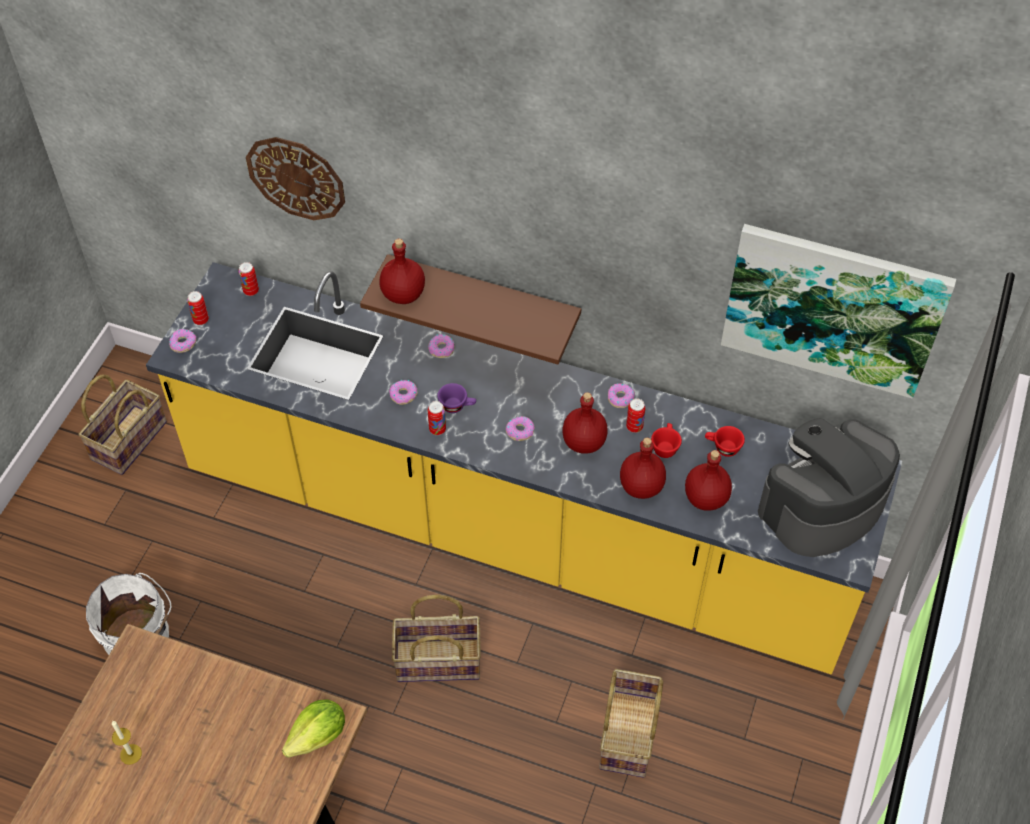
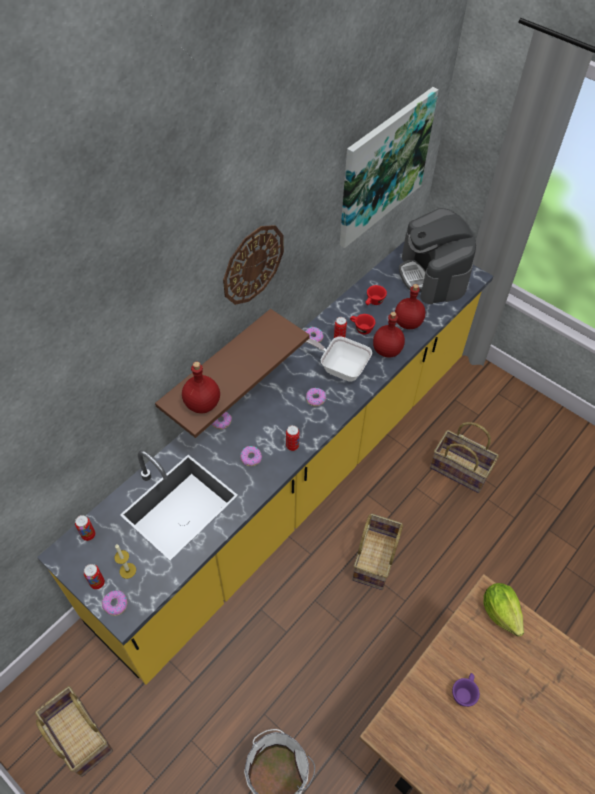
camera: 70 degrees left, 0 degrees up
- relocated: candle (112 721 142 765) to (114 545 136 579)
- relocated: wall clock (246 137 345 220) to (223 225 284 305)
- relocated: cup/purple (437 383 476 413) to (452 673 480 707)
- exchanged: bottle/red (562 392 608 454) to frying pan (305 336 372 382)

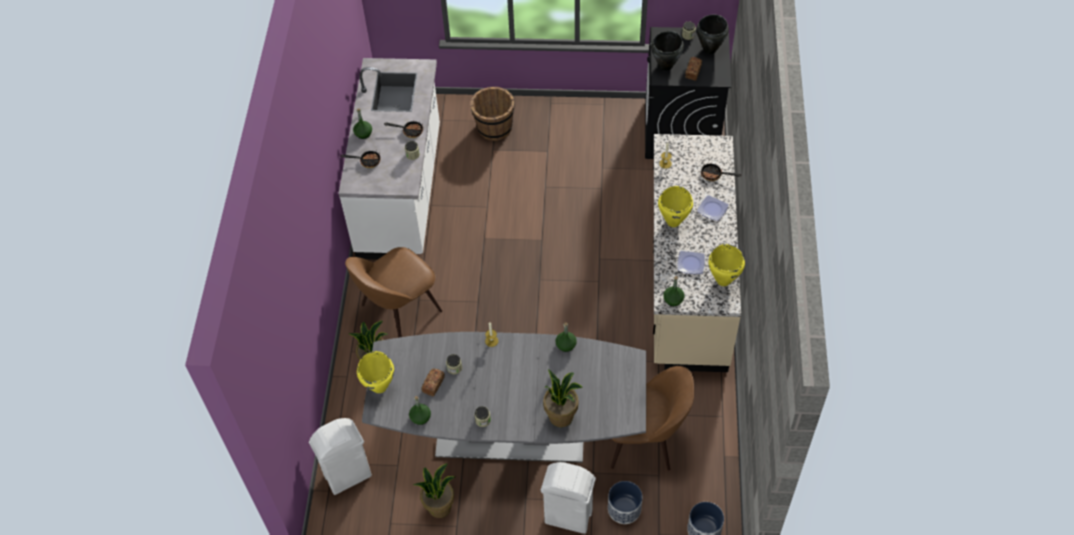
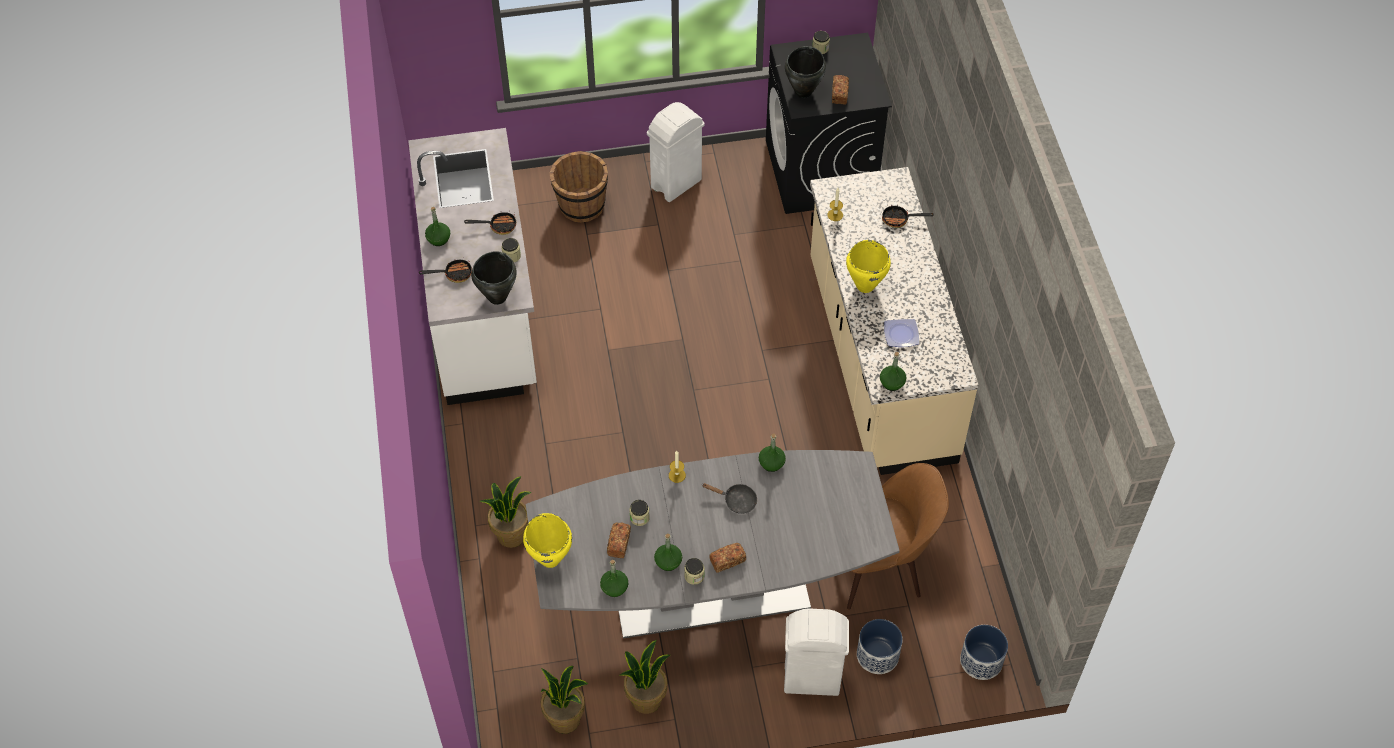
camera: 15 degrees left, 0 degrees up
- relocated: trash can/white (309 418 372 495) to (647 102 705 202)
- missing: chair/brown (345 247 442 338)
- relocated: potted plant (543 369 583 427) to (540 666 588 734)
- relocated: cooking pot/black (696 14 729 54) to (471 251 517 305)
- missing: plate (697 195 729 221)
- missing: cooking pot/yellow (708 244 745 286)
- appeared: bottle/green (654 534 682 571)
- appeared: frying pan/black (703 483 757 514)
- appeared: bread (709 543 746 573)

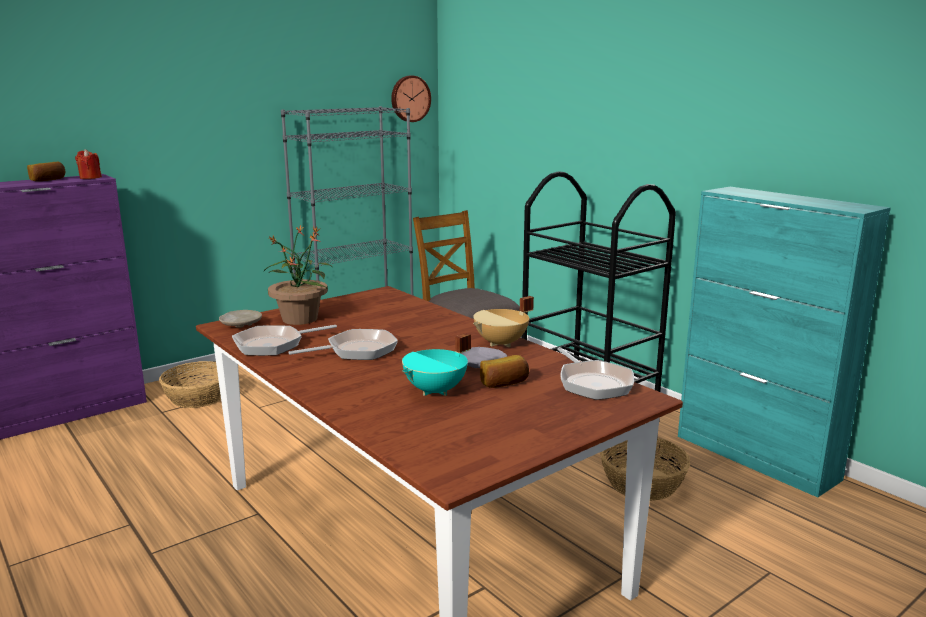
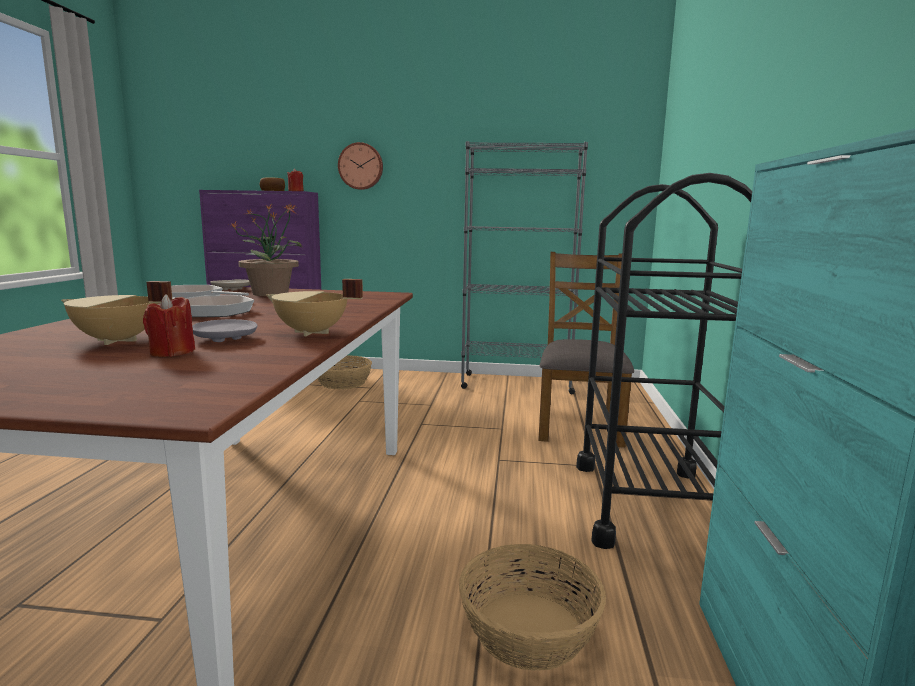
camera: 45 degrees right, 5 degrees down
- relocated: wall clock (391 76 431 122) to (338 142 383 190)
- colour: cooking pot/turquoise (402 333 471 396) to cooking pot/beige (61 281 172 345)
- exchanged: bread (480 355 529 388) to candle/red (143 294 195 357)
- missing: frying pan (557 347 634 400)

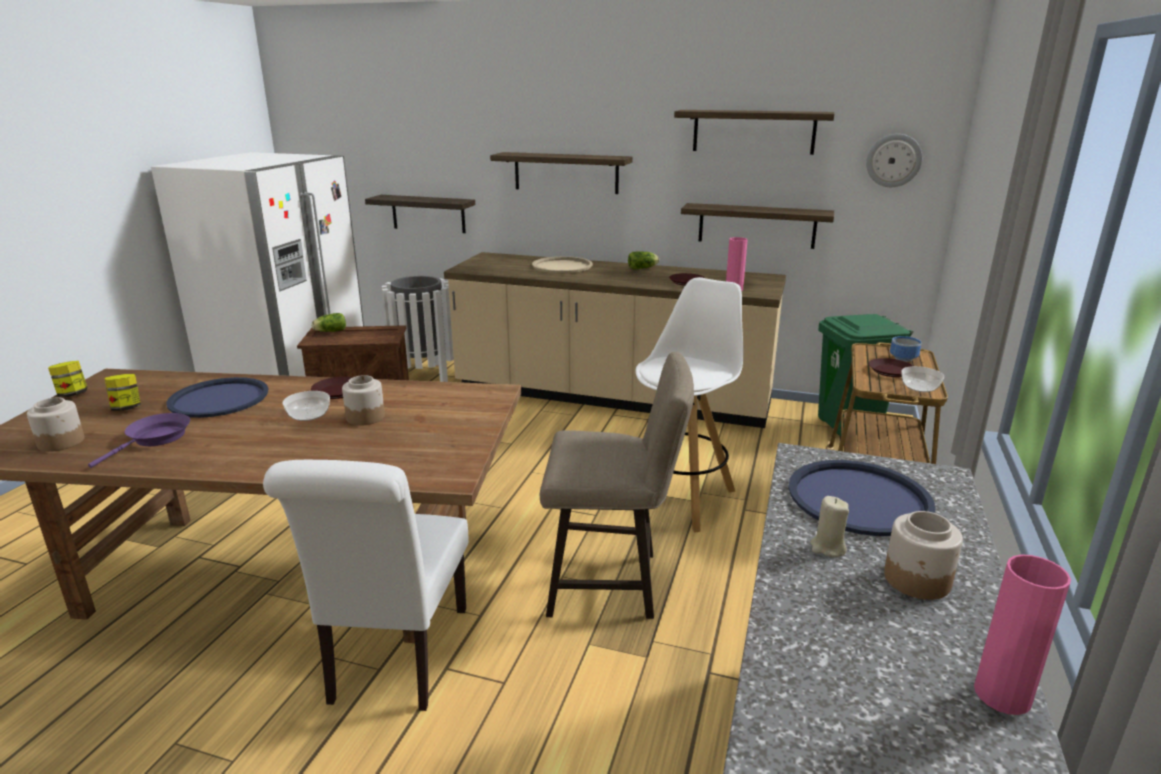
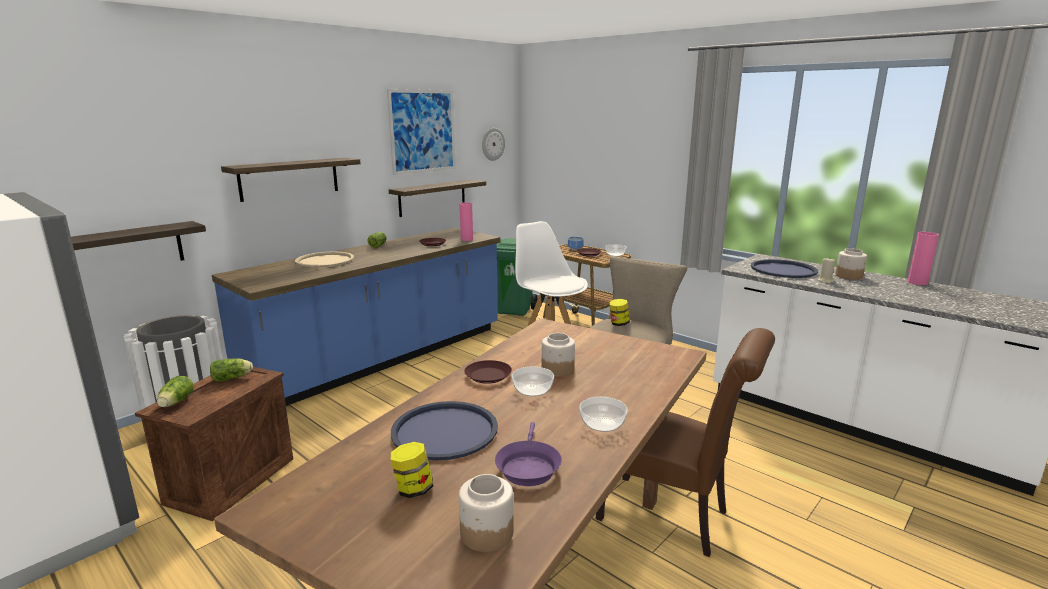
camera: 65 degrees left, 5 degrees down
- relocated: jar (48 361 88 397) to (609 299 630 326)
- spun: frying pan/purple (88 413 190 468) = (495 422 562 486) 135 degrees counterclockwise
- colour: chair/white (263 460 469 711) to chair/brown (596 328 775 557)
- colour: counter/beige (444 252 786 428) to counter/blue (212 228 500 406)
- exchanged: shelf (674 110 835 155) to picture (387 89 456 175)
- appeared: lettuce (210 358 253 382)
- appeared: bowl (579 397 628 432)

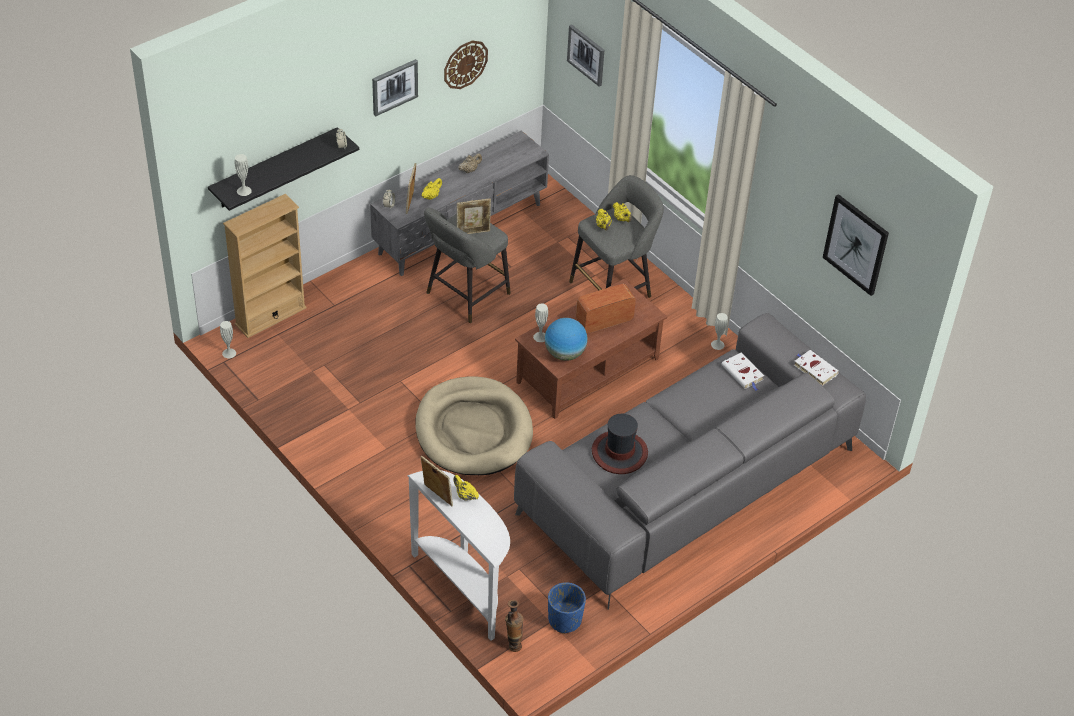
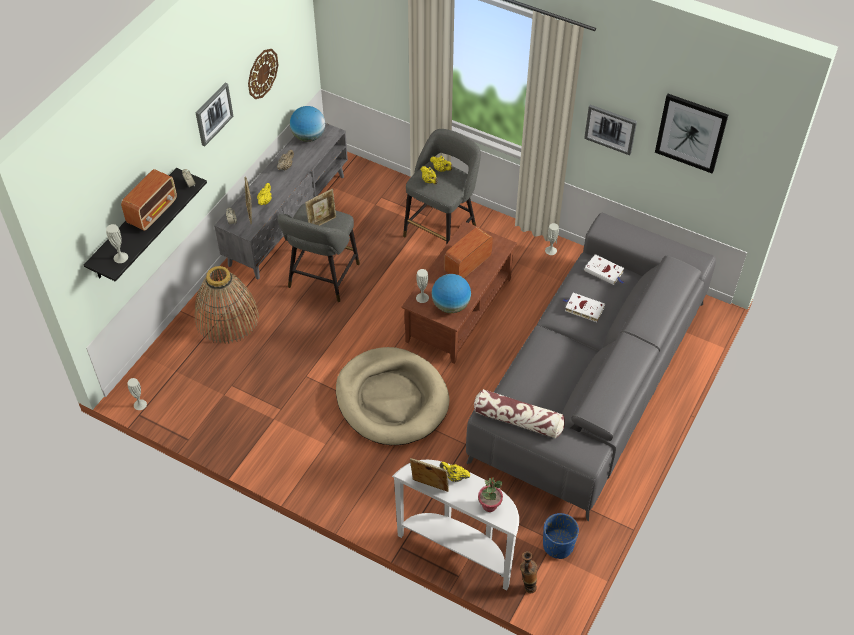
camera: 20 degrees left, 5 degrees up
- missing: bookcase/beige (223 194 307 338)
- relocated: picture (567 24 604 87) to (584 105 637 155)
- missing: hat (592 414 648 474)
- relocated: book/white (794 350 839 386) to (563 293 605 322)
- appeared: radio (121 169 177 230)
- appeared: basket (195 266 259 344)
- appeared: globe (290 106 325 142)
- appeared: pillow (474 389 565 438)
- appeared: potted plant (478 477 503 512)

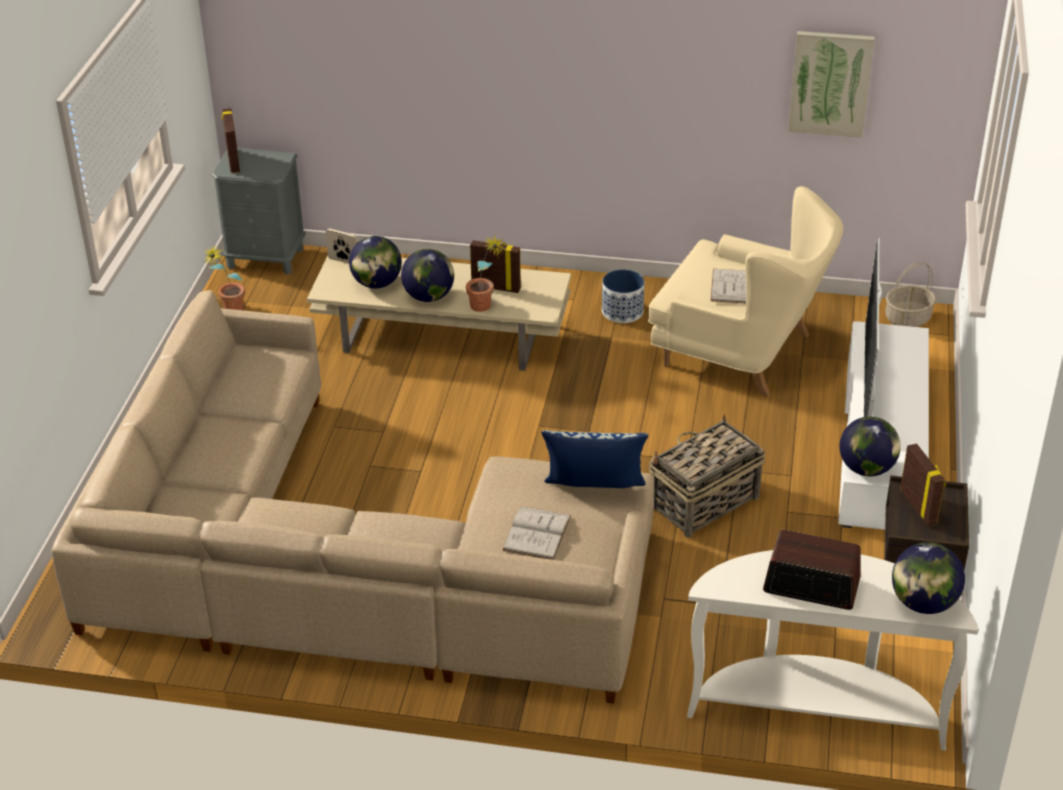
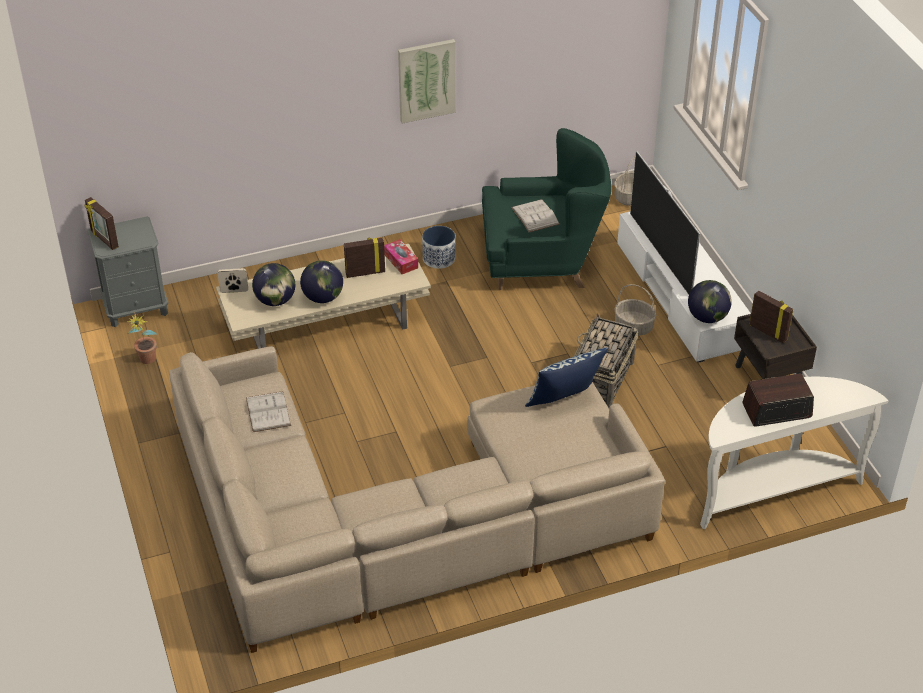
camera: 30 degrees left, 5 degrees up
- missing: potted plant (466 235 506 312)
- relocated: book/white (502 506 571 560) to (246 391 291 432)
- colour: armchair/beige (648 186 843 397) to armchair/green (482 128 611 290)
- relocated: picture (788 31 875 138) to (398 39 456 124)
- missing: globe (892 542 965 614)
- appeared: tissue box (384 239 418 274)
- appeared: basket (614 284 656 336)

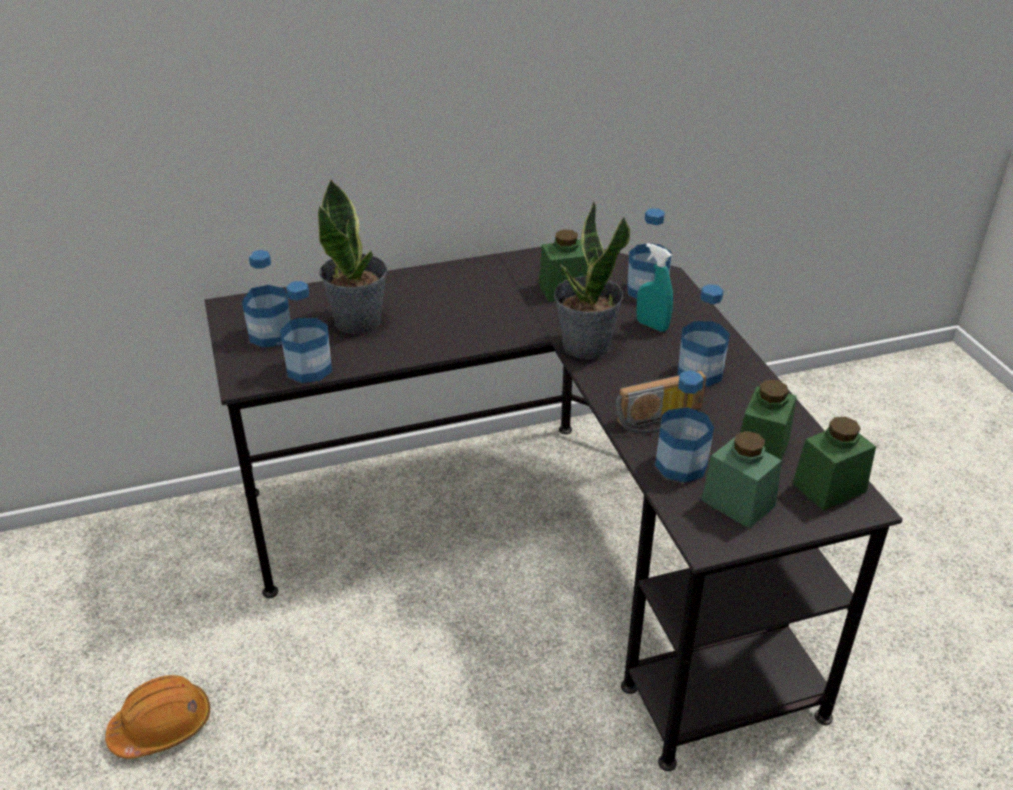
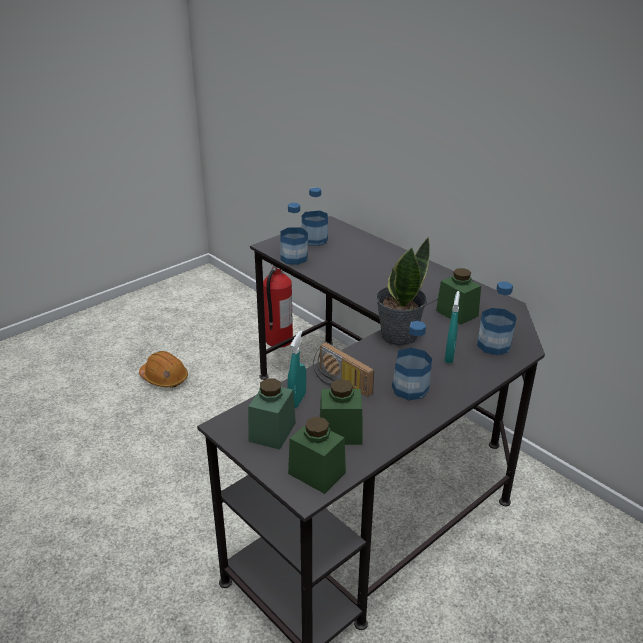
camera: 65 degrees right, 5 degrees down
- missing: potted plant (318 179 387 334)
- exchanged: bottle (655 371 714 483) to spray bottle/turquoise (287 330 306 408)
- appeared: fire extinguisher (263 265 293 348)

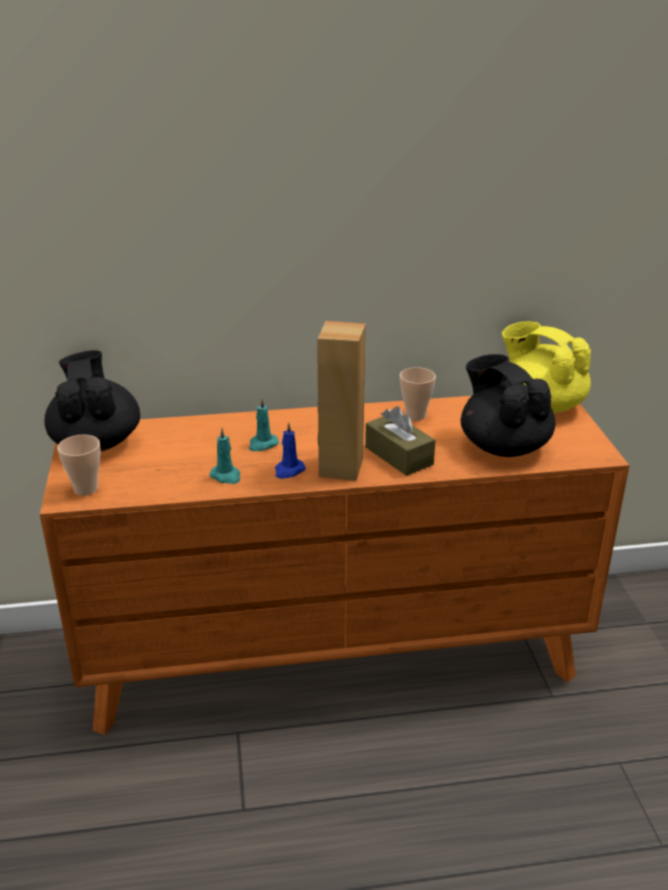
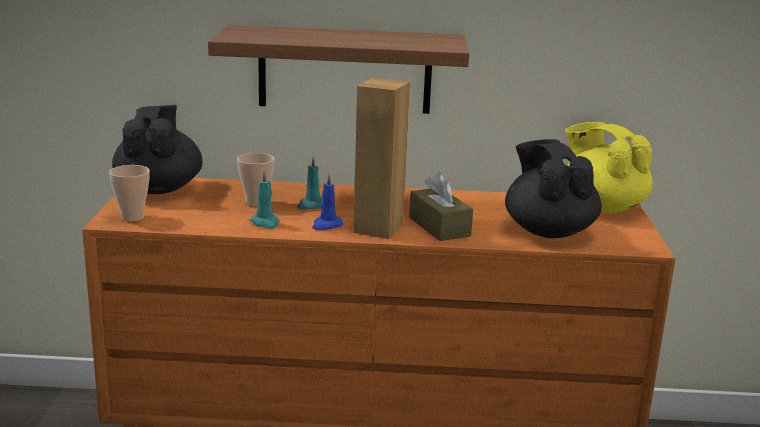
camera: 10 degrees right, 10 degrees down
- relocated: cup (400 367 436 421) to (237 153 274 207)
- appeared: shelf (208 25 469 114)

